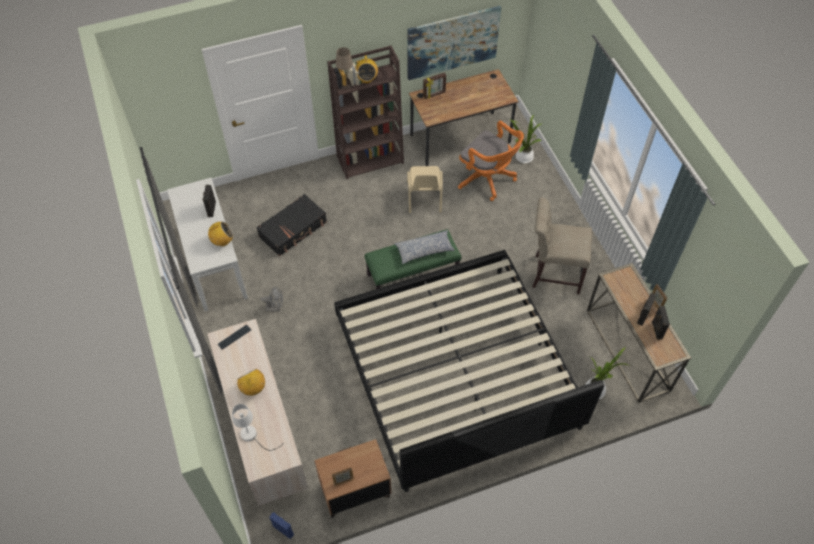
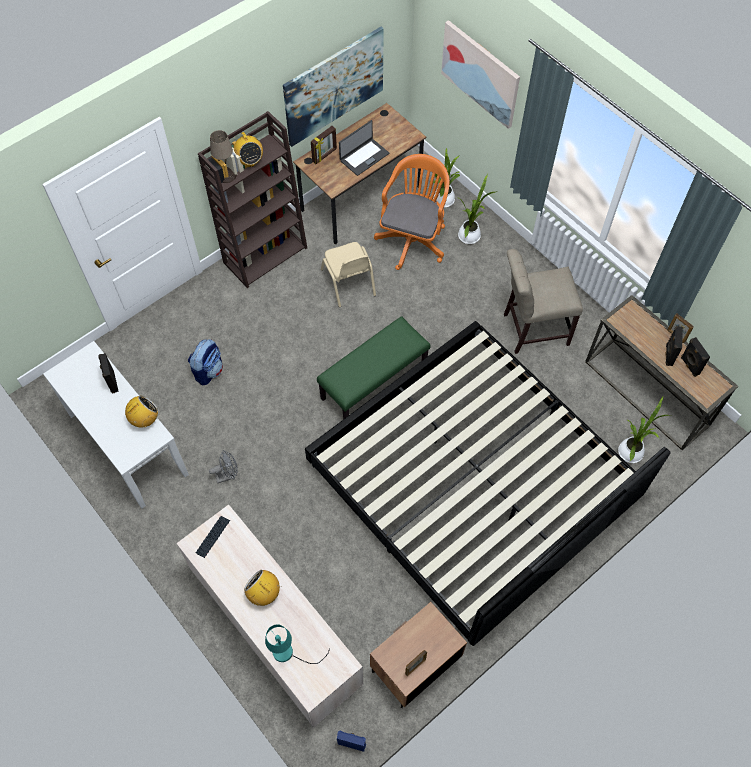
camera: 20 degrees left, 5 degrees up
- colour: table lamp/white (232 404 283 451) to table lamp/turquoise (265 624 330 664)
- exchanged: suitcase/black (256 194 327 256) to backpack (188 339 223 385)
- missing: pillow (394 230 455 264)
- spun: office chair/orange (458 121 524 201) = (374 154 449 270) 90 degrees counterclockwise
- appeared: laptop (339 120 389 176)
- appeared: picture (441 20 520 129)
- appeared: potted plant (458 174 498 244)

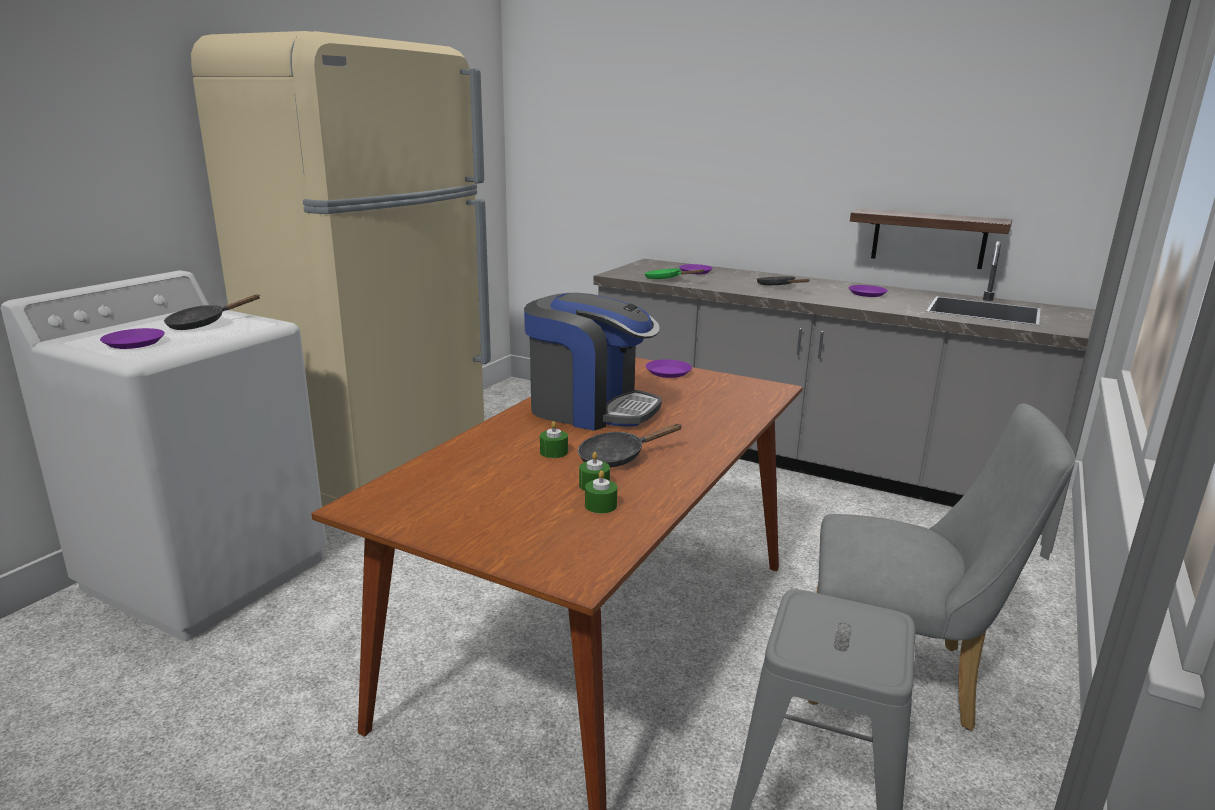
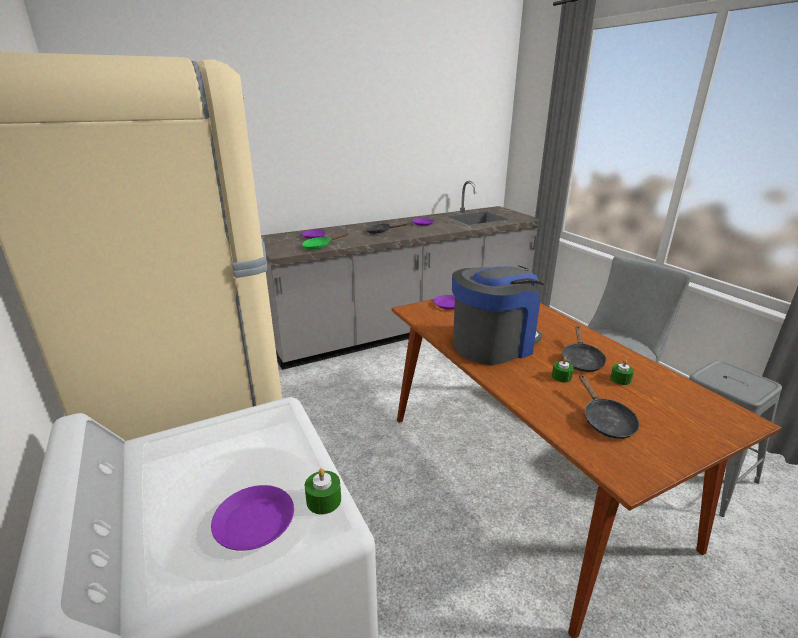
camera: 55 degrees left, 5 degrees up
- relocated: frying pan/black (164 294 260 330) to (579 374 639 439)
- relocated: candle/green (585 471 617 514) to (305 468 341 514)
- missing: shelf (850 208 1012 269)

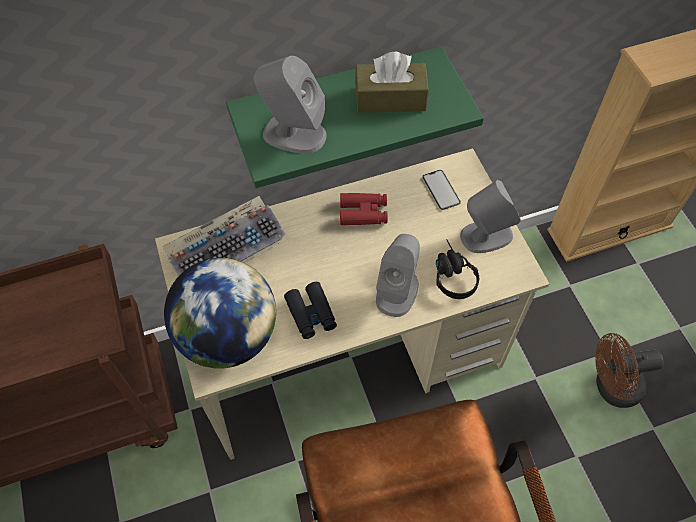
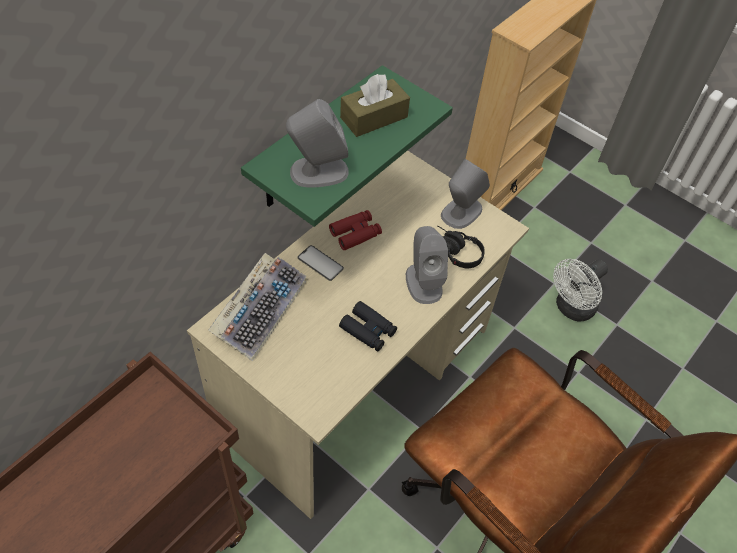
camera: 35 degrees left, 5 degrees down
- missing: globe (164 258 276 369)
- relocated: phone (422 170 461 210) to (297 245 344 281)
- colour: fan/brown (595 333 664 408) to fan/white (553 259 608 321)

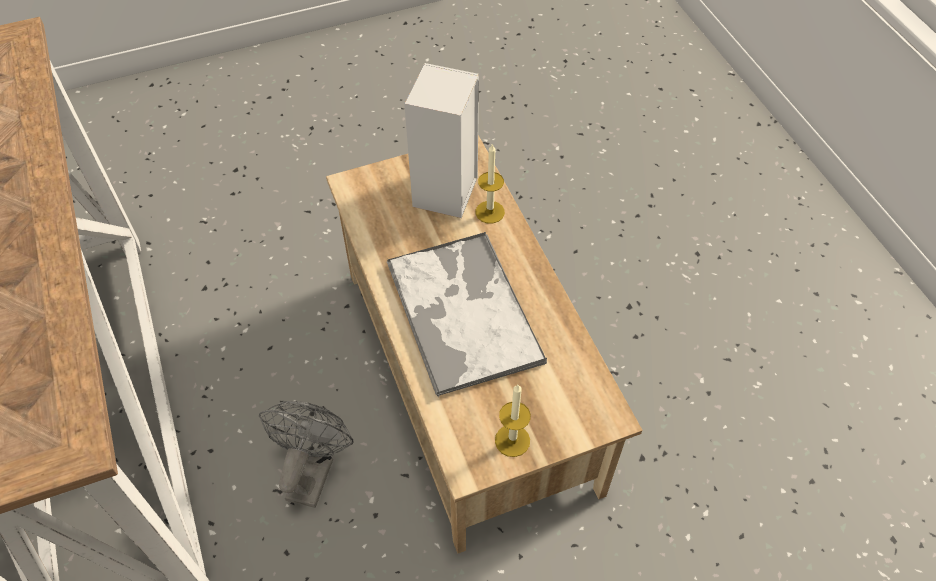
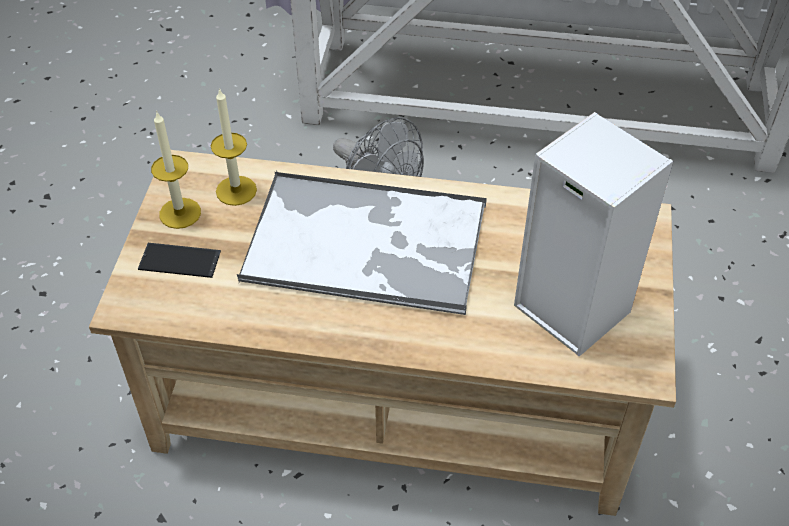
camera: 120 degrees right, 5 degrees down
- relocated: candle (476 143 505 223) to (211 88 257 206)
- appeared: phone (138 243 221 278)

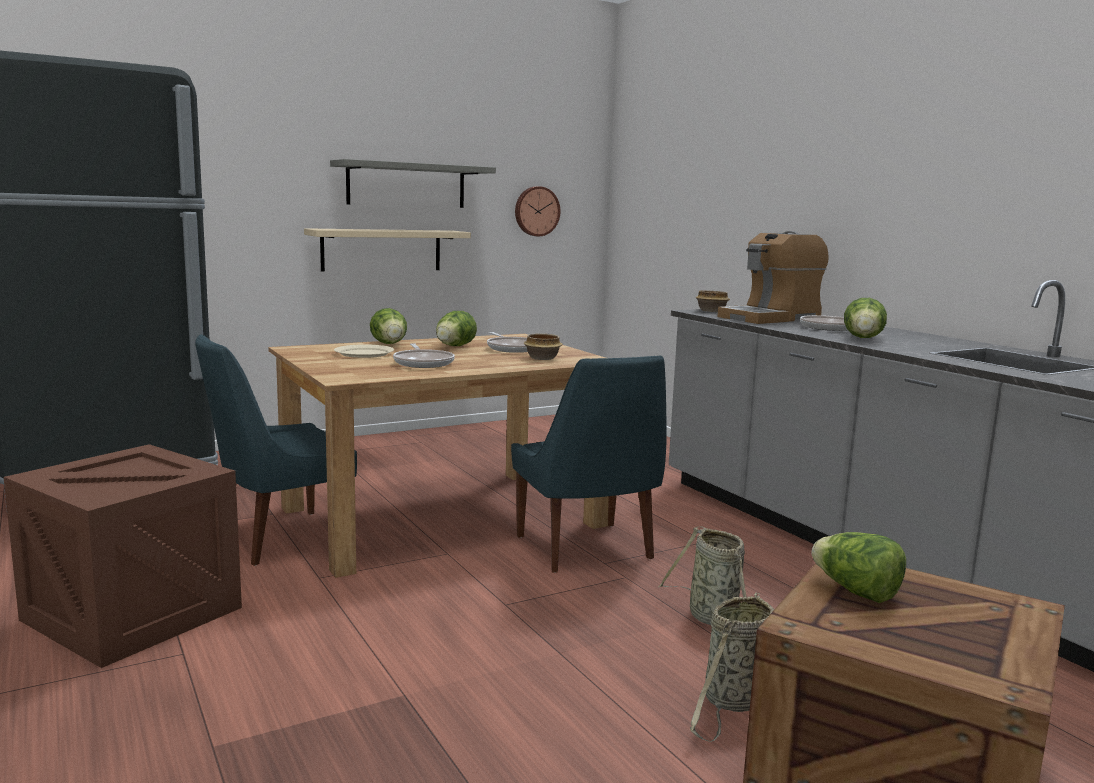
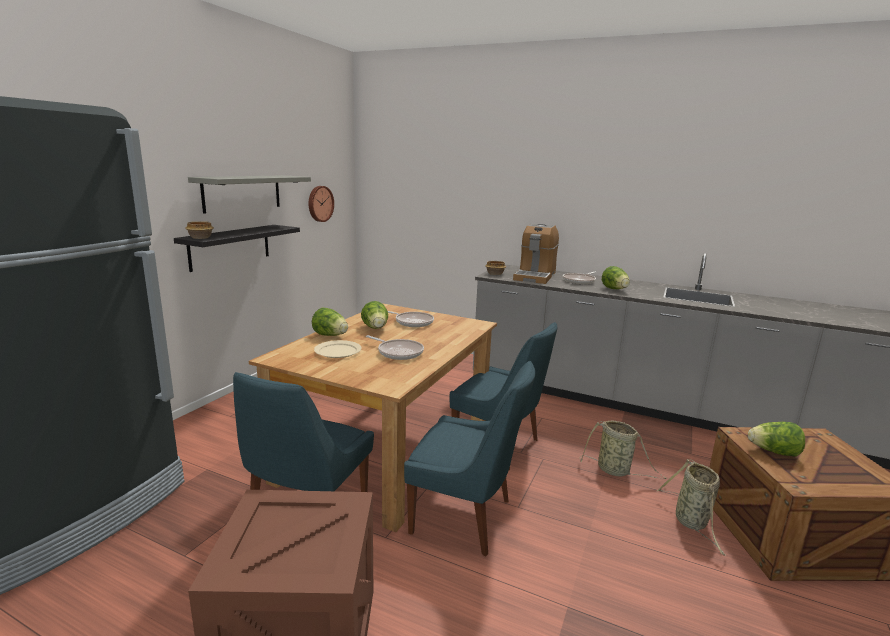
camera: 35 degrees left, 5 degrees up
- colour: shelf/beige (304 228 471 271) to shelf/black (174 225 300 272)
- relocated: bowl (524 333 563 360) to (185 221 214 239)
- appeared: chair/blue (404 361 535 556)

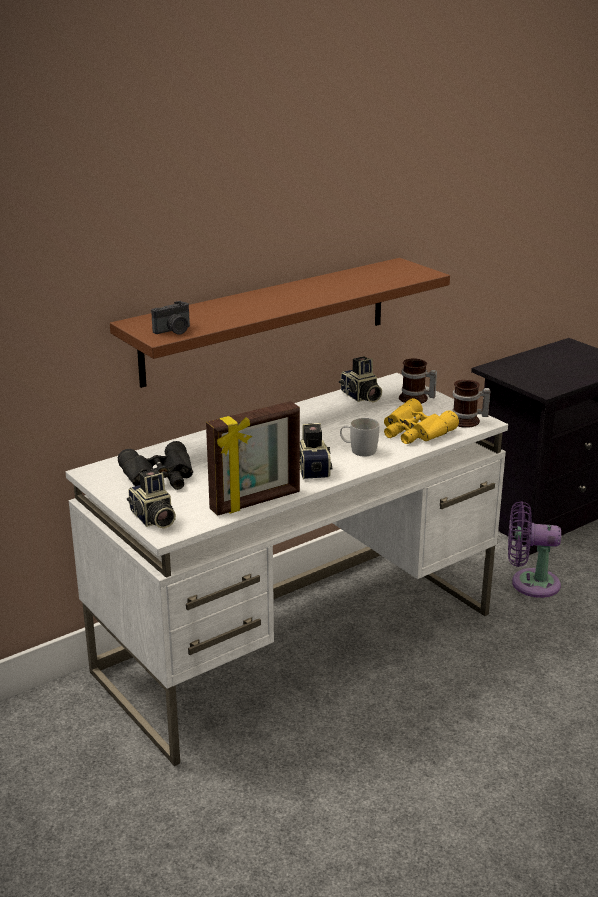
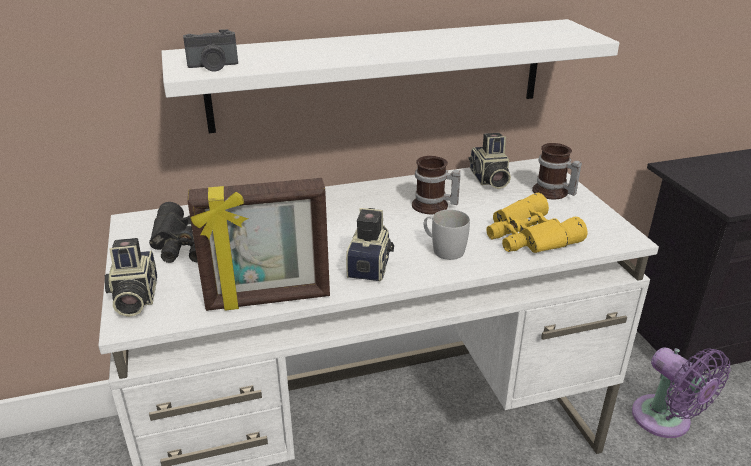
camera: 20 degrees right, 5 degrees up
- colour: shelf/brown (110 258 450 388) to shelf/white (161 19 619 133)
- relocated: mug (453 380 491 428) to (412 156 461 214)
- spun: fan/purple (508 501 561 598) = (632 348 731 438) 150 degrees counterclockwise

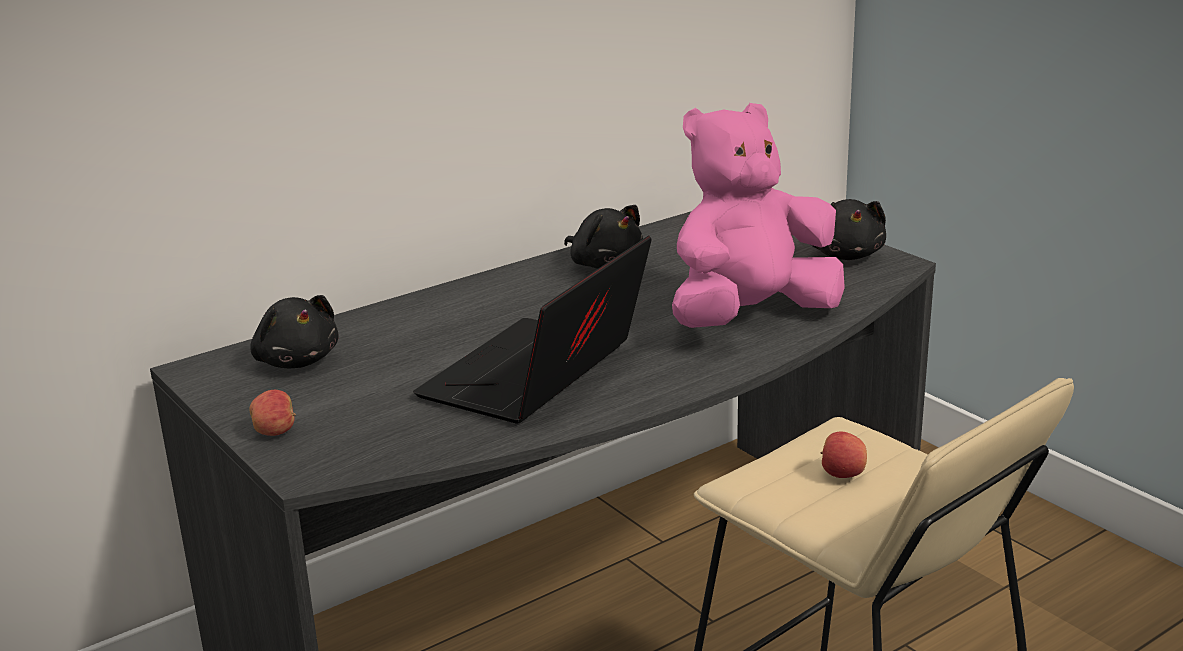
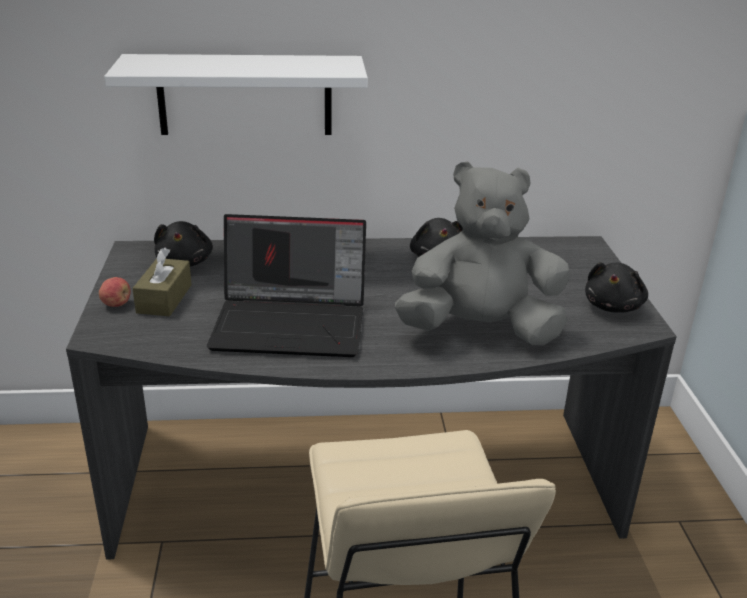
camera: 30 degrees right, 5 degrees up
- spun: laptop (413 235 652 424) = (207 214 366 357) 150 degrees counterclockwise
- colour: plush toy/pink (672 103 845 328) to plush toy/grey (395 161 570 345)
- missing: apple (821 432 867 478)
- appeared: shelf/white (104 54 368 135)
- appeared: tissue box/brown (132 248 192 316)

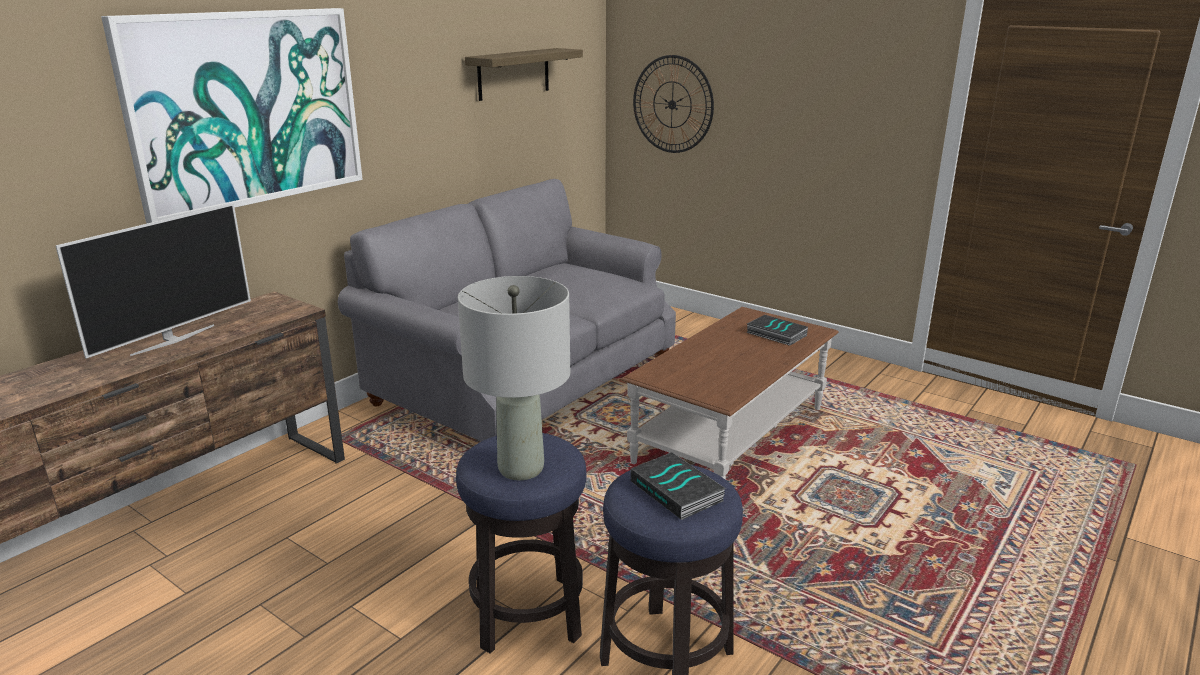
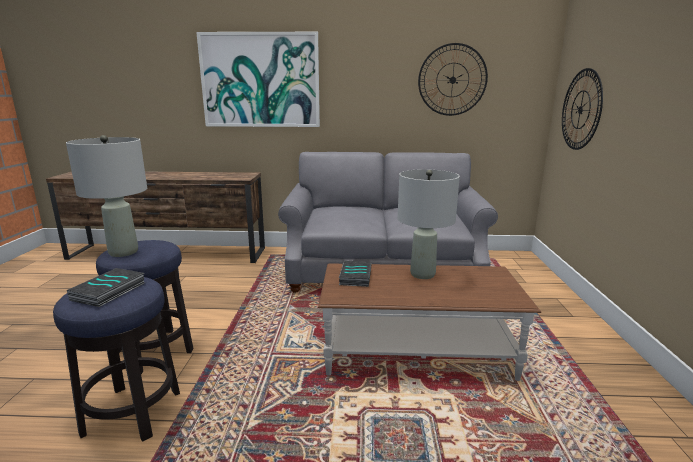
camera: 55 degrees right, 5 degrees down
- missing: television (55 203 251 359)
- exchanged: shelf (465 48 583 101) to wall clock (418 43 488 116)
- relocated: book (747 315 808 346) to (339 260 372 287)
- appeared: table lamp/grey (398 169 460 279)

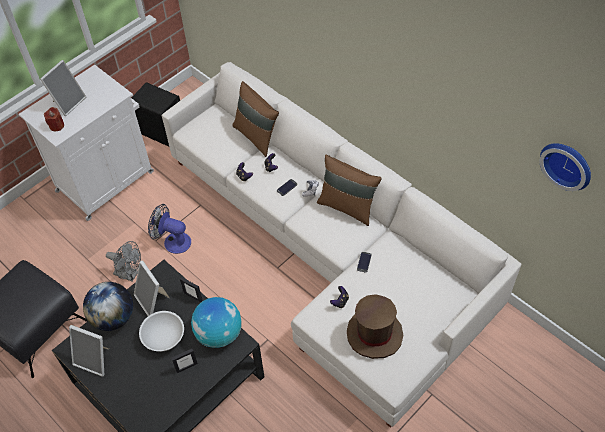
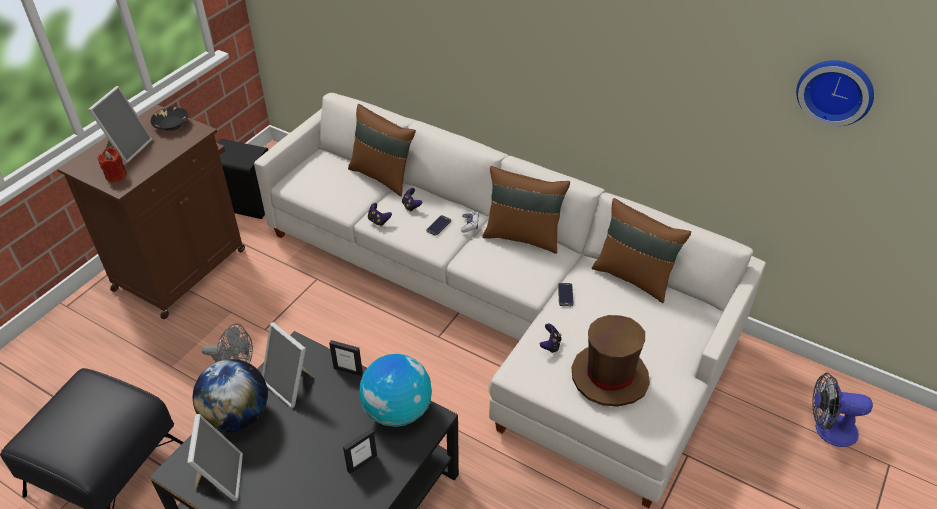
camera: 15 degrees left, 10 degrees down
- colour: cabinet/white (19 65 154 221) to cabinet/brown (57 104 245 319)
- spun: picture frame (69 325 109 377) = (187 414 243 501) 105 degrees counterclockwise
- missing: bowl/white (139 311 184 352)
- relocated: fan (148 204 191 254) to (812 373 873 447)
- appeared: bowl/black (151 107 189 131)
- appeared: pillow/brown (592 198 691 303)

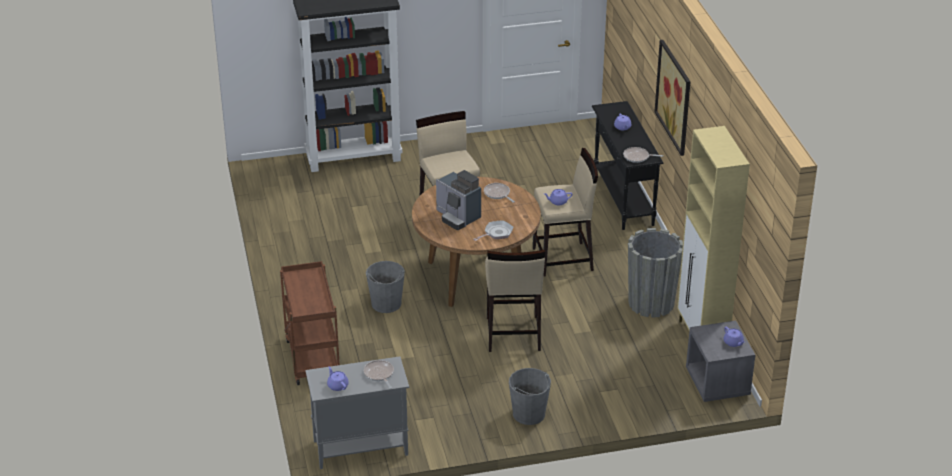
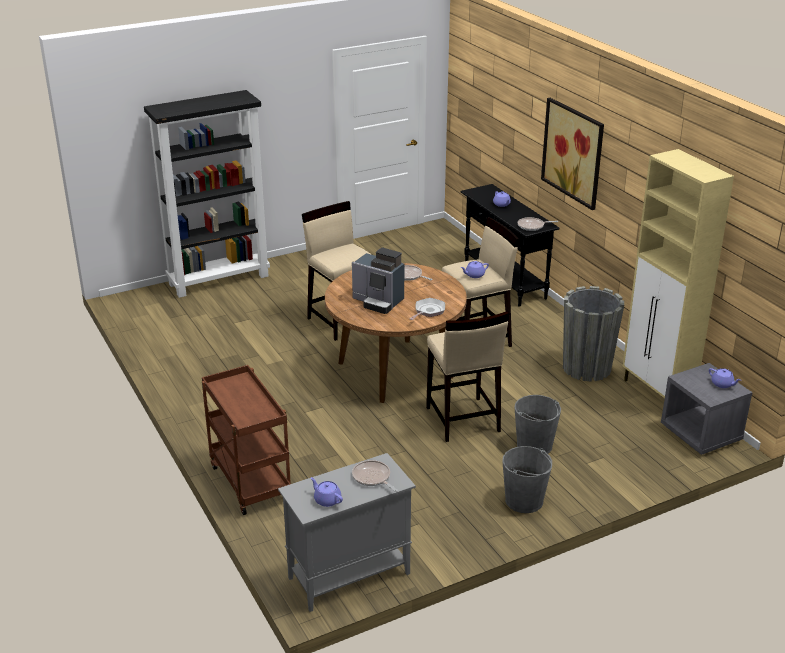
camera: 15 degrees left, 5 degrees down
- relocated: bucket/grey (366 261 405 313) to (514 395 561 454)

